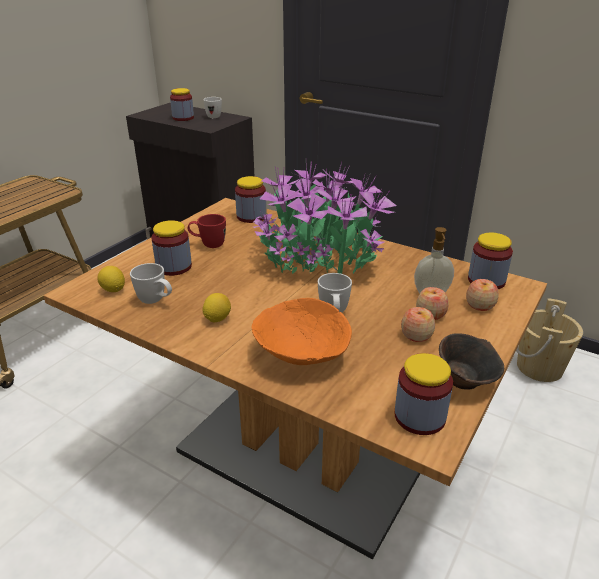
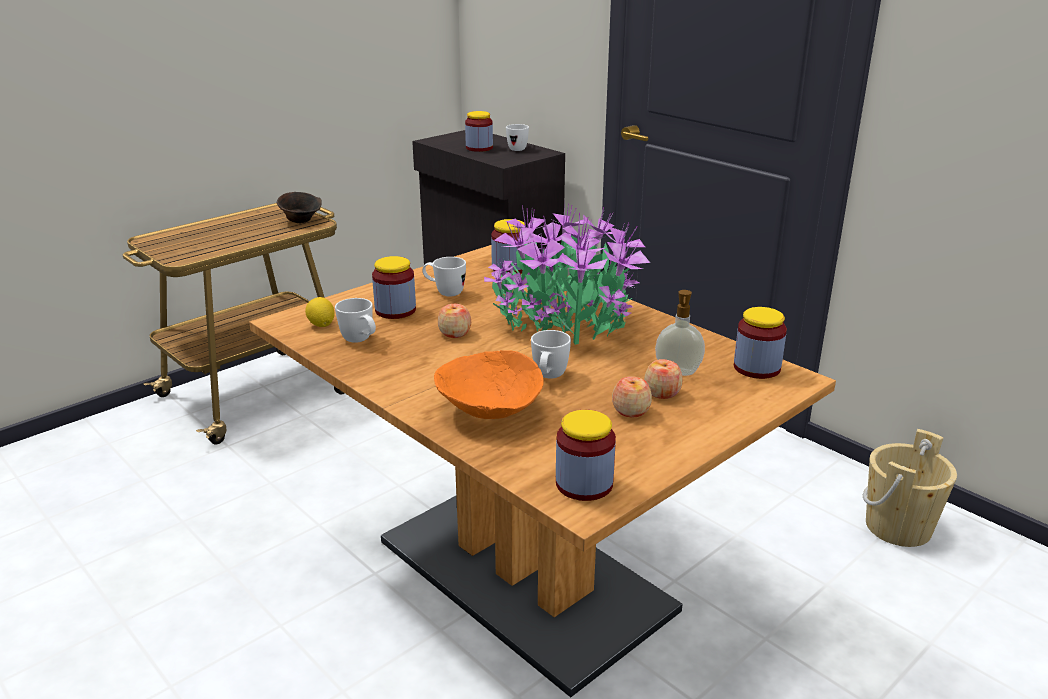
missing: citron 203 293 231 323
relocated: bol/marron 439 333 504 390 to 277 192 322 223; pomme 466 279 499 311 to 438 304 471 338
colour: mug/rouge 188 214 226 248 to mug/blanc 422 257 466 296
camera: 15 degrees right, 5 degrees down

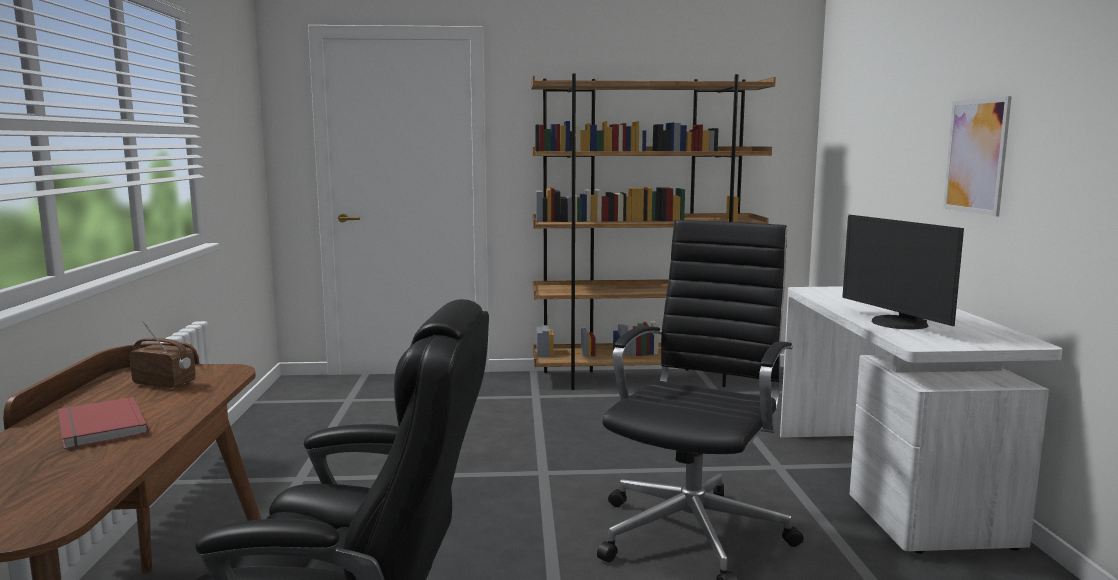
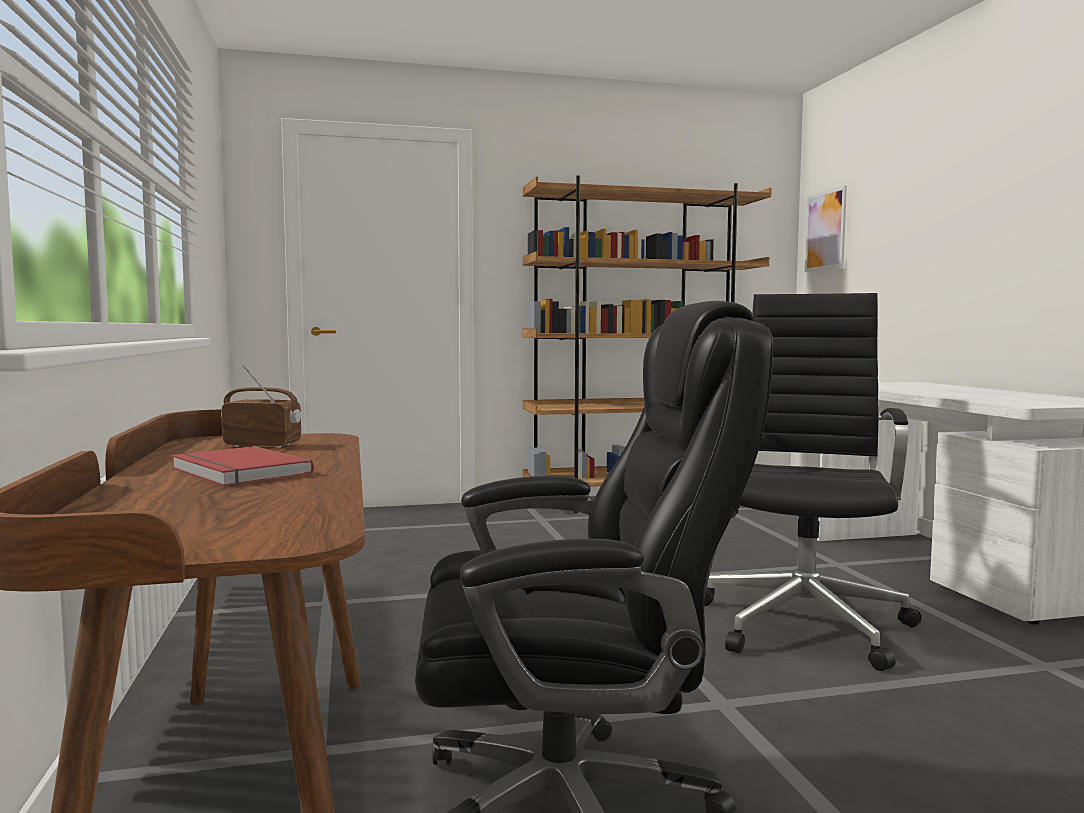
missing: écran d'ordinateur 843 215 964 329
relocated: tableau 943 96 1012 216 to 805 186 847 272
camera: 10 degrees left, 5 degrees down

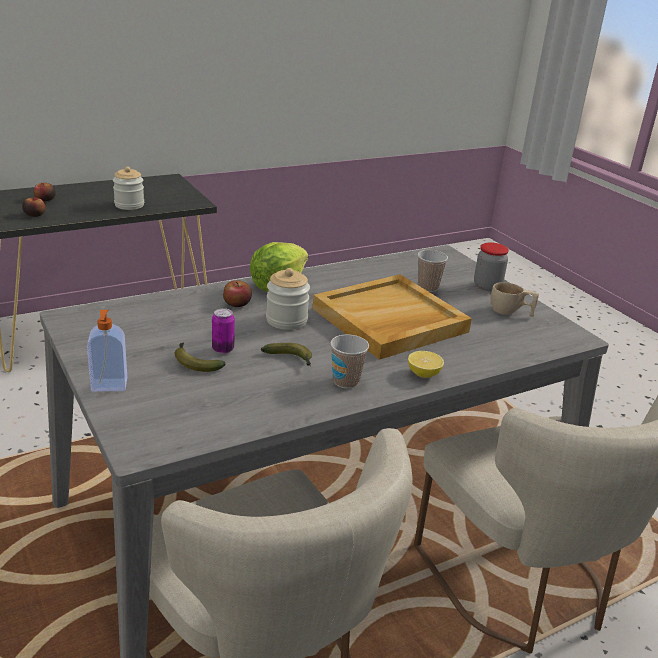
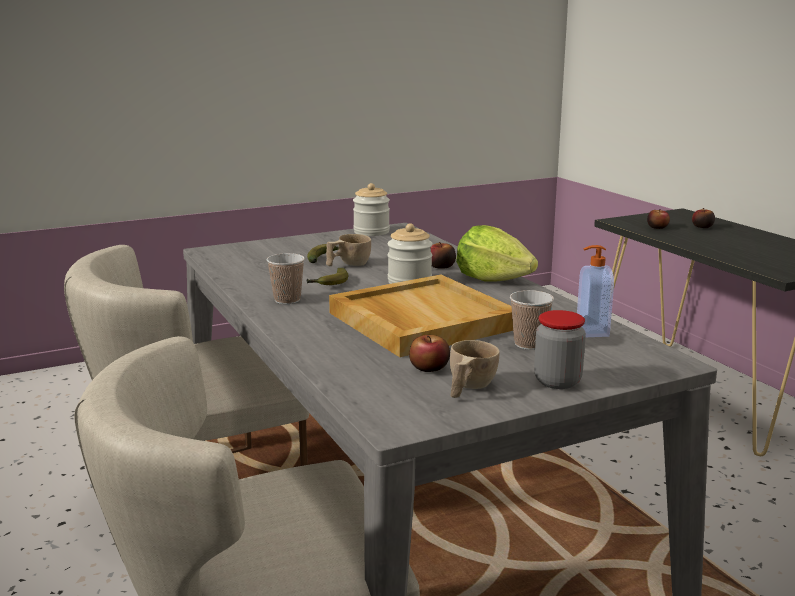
missing: citron 408 351 444 378
appeared: pomme 409 335 450 372
relocated: bocal 113 166 144 210 to 353 183 390 236; distributeur de savon 87 310 127 392 to 577 245 614 337
exchanged: boîte métallique 212 308 235 354 to tasse/beige 326 234 371 266
camera: 95 degrees right, 10 degrees down

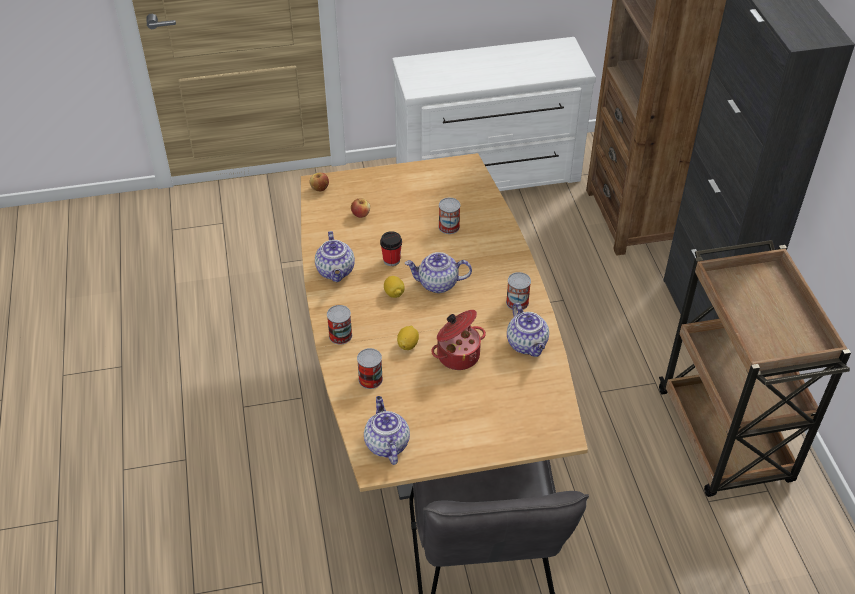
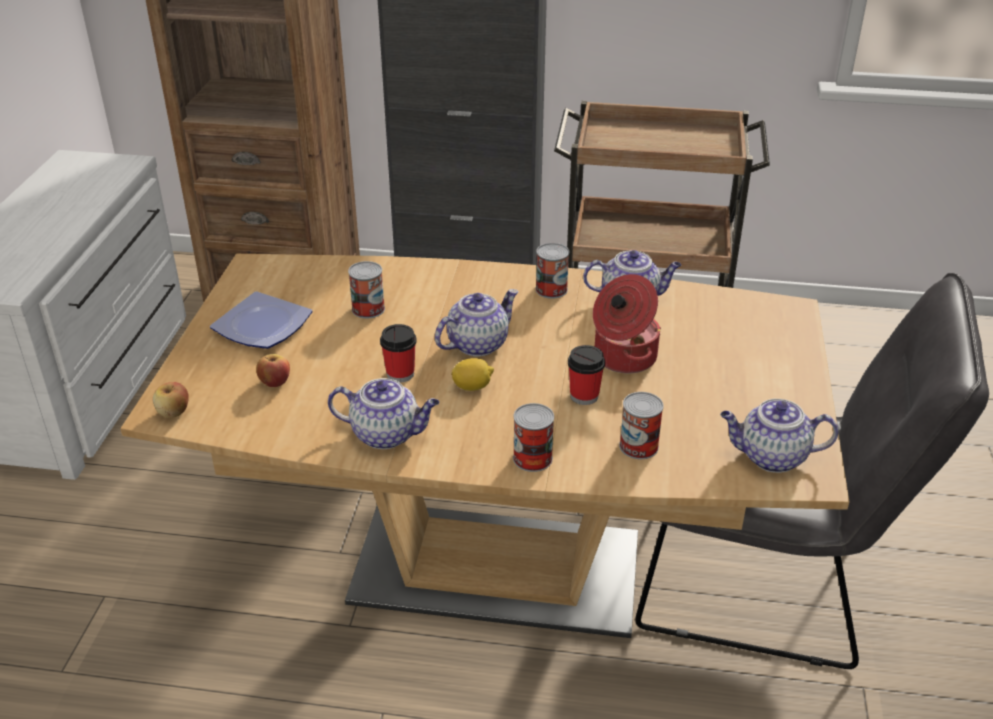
appeared: assiette 210 291 313 349
exchanged: citron 397 325 419 350 to tasse 568 345 605 405
spun: théière 405 252 472 293 = 435 289 519 357 150 degrees counterclockwise
camera: 70 degrees left, 10 degrees down

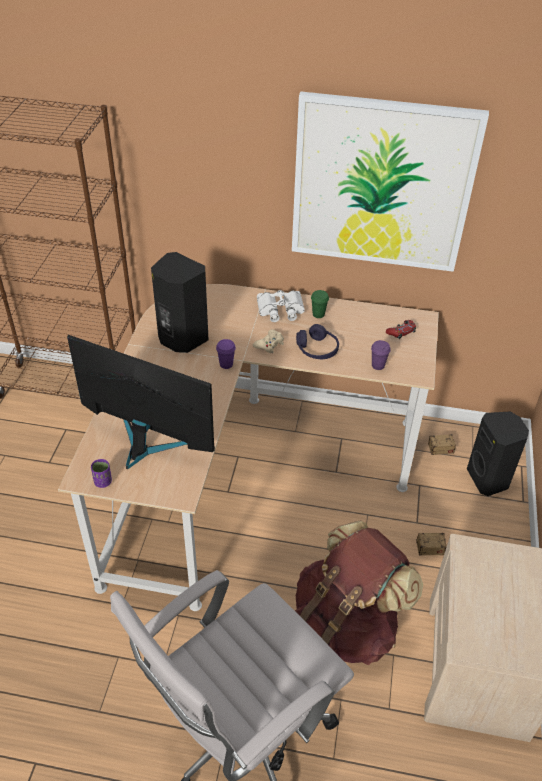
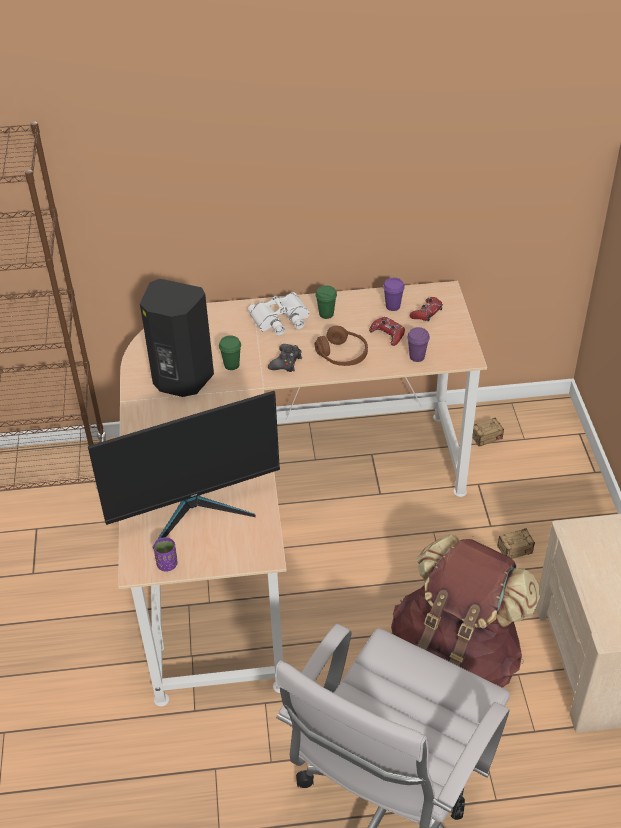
missing: tableau 292 91 489 272; enceinte/noir 467 411 529 496
appeared: tasse/vert 219 336 241 370; manette/rouge 369 317 405 346
relocated: tasse/violet 216 339 236 369 to 383 278 405 311
colour: manette/beige 253 329 284 353 to manette/noir 268 344 302 372; casque audio/violet 296 324 339 359 to casque audio/marron 315 326 368 366
spun: écran d'ordinateur 67 335 215 469 = 88 391 280 549 150 degrees clockwise
camera: 15 degrees left, 0 degrees up

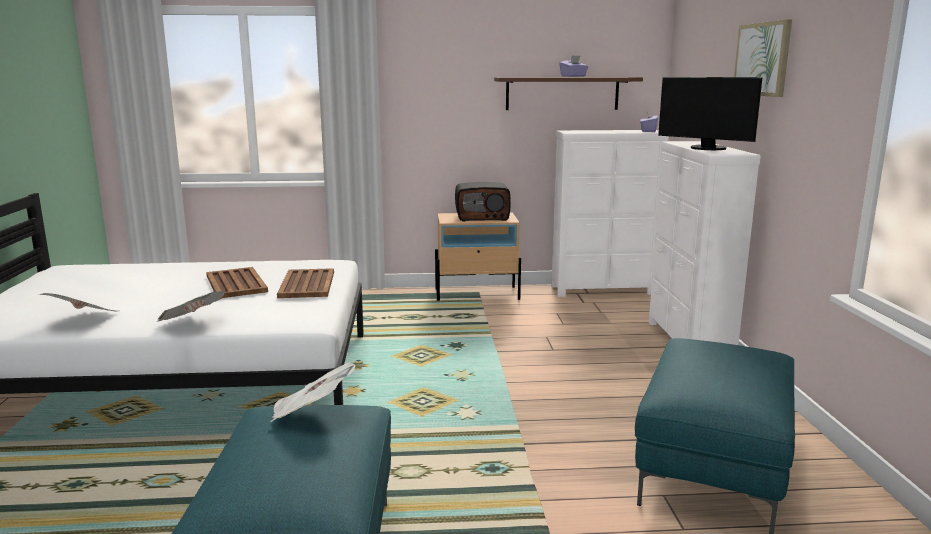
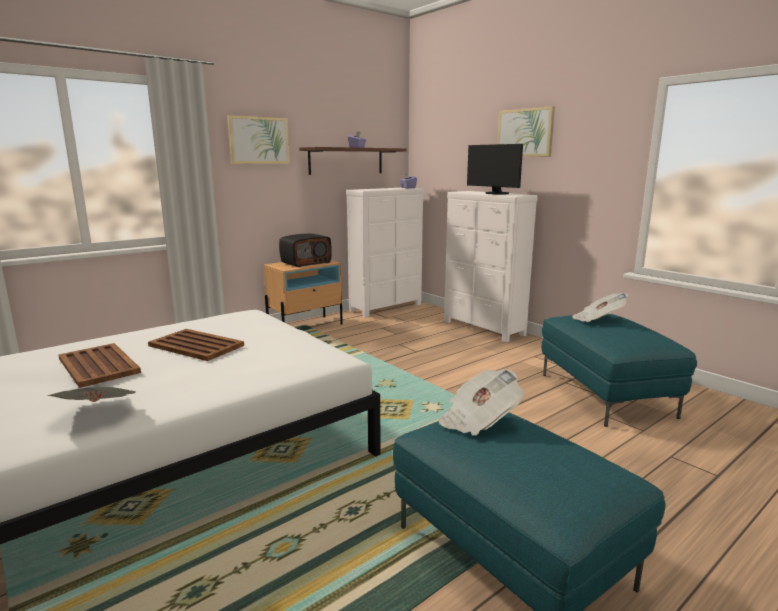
appeared: tableau 227 115 290 164
relocated: plateau/marron 277 268 334 298 to 59 343 141 388; journal 157 291 226 321 to 572 293 629 322
spun: écran d'ordinateur 658 77 762 150 = 467 144 523 195 45 degrees clockwise
camera: 35 degrees left, 0 degrees up

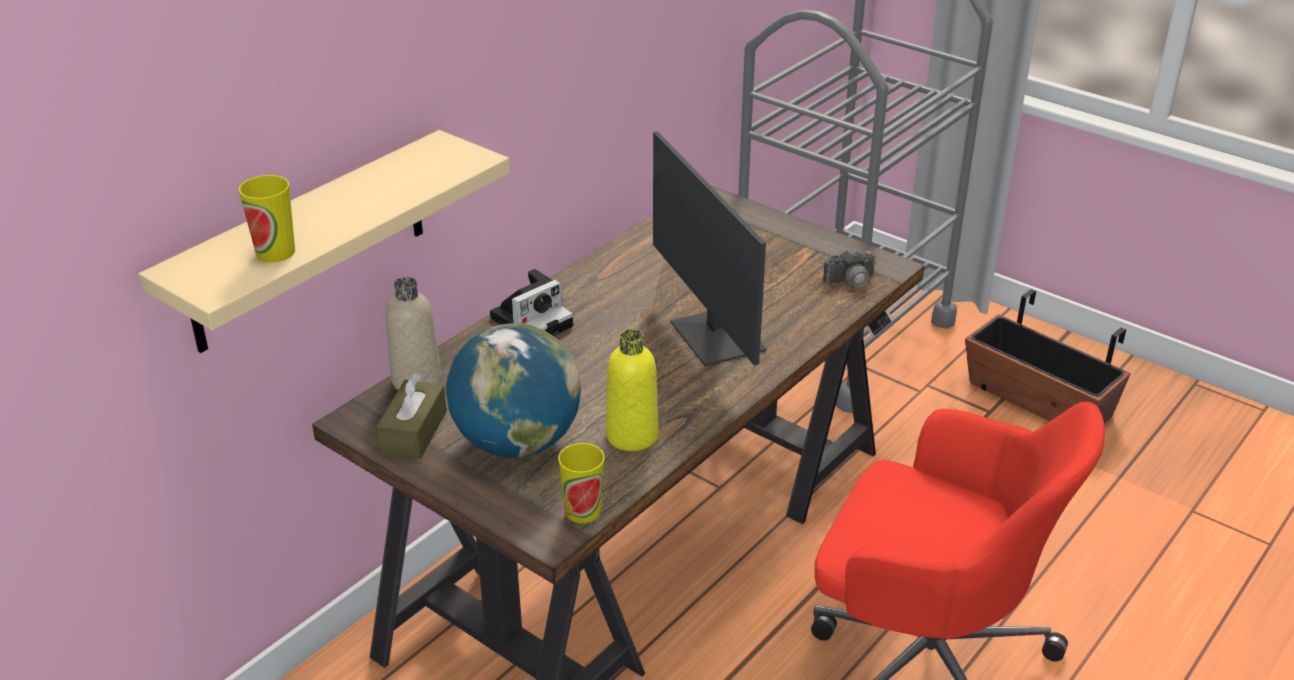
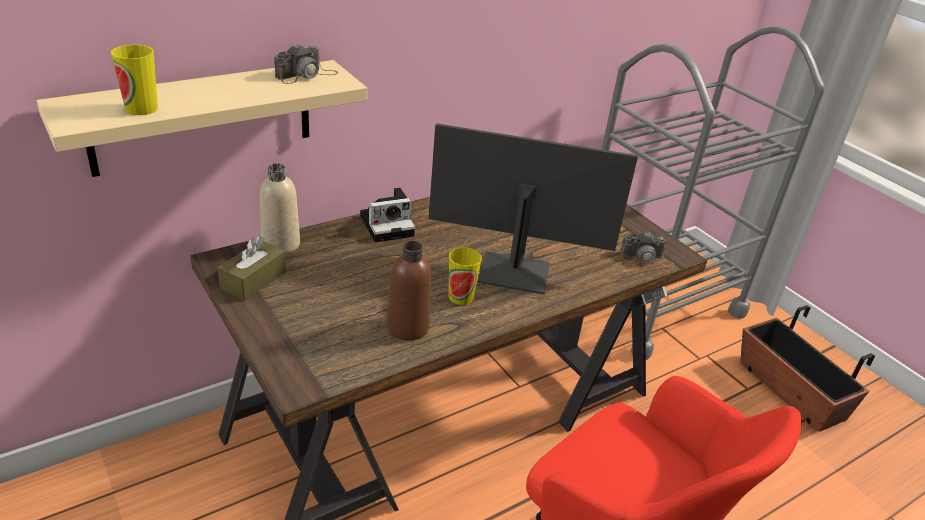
missing: globe 446 323 581 458
appeared: appareil photo 274 43 338 84
relocated: tasse 558 443 604 523 to 449 247 482 305
colour: bouteille/jaune 606 329 659 451 to bouteille/marron 387 241 431 341
spun: écran d'ordinateur 653 131 767 367 = 429 123 638 294 105 degrees clockwise
camera: 15 degrees right, 0 degrees up

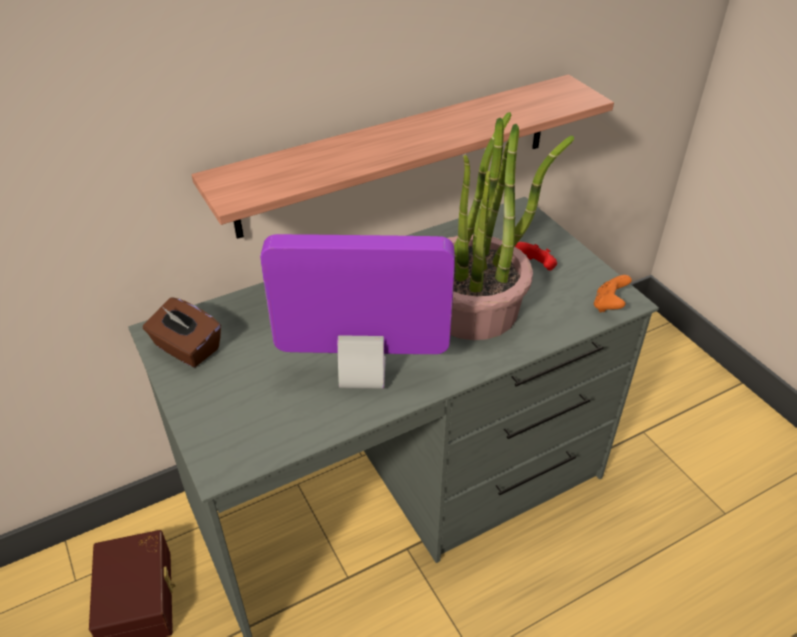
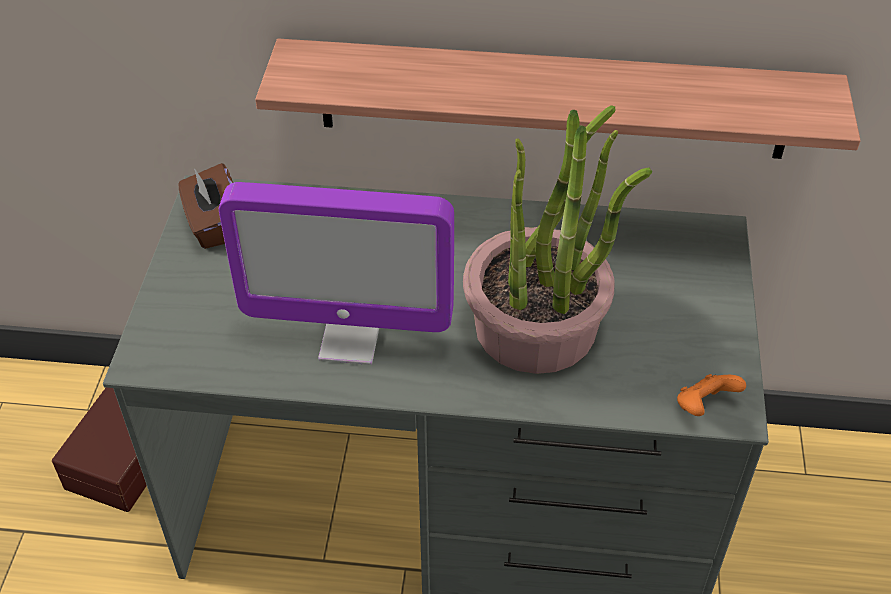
missing: manette/rouge 515 242 557 270
spun: écran d'ordinateur 260 234 455 389 = 219 182 454 365 150 degrees clockwise
camera: 35 degrees right, 5 degrees up

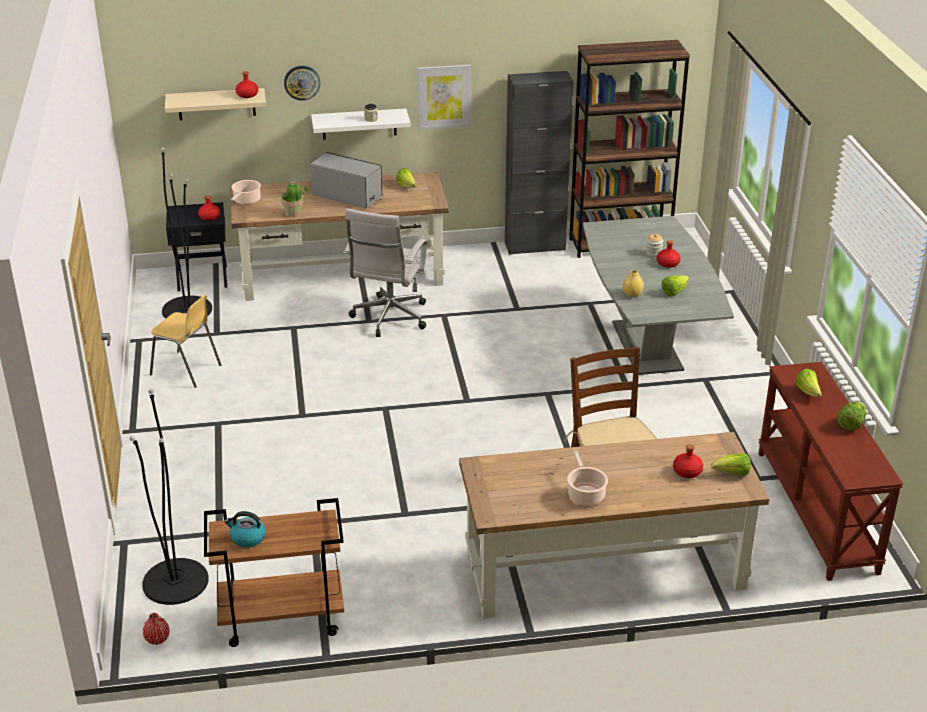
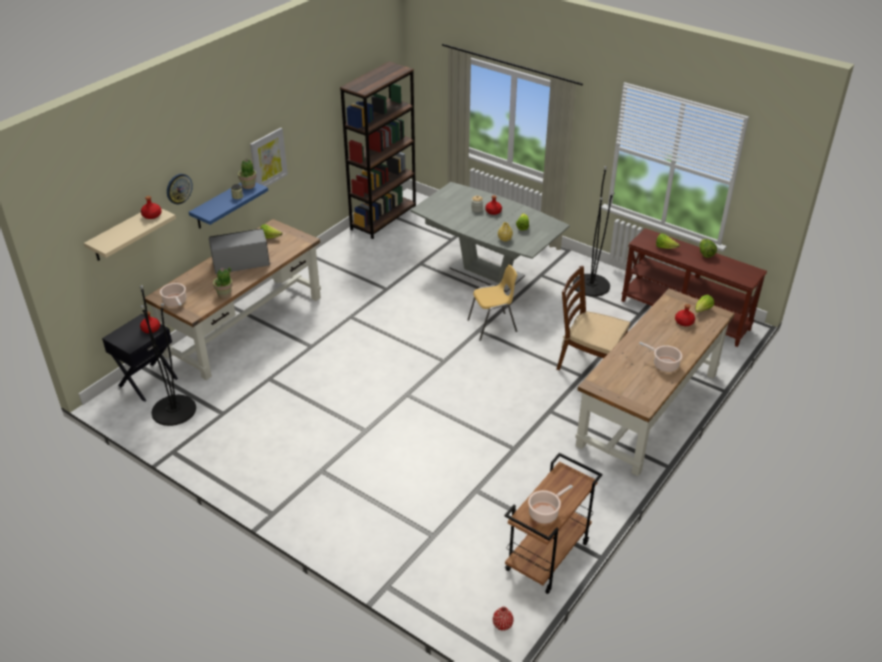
missing: chaise de bureau/blanc 344 208 428 337; meuble de rangement/noir 505 71 574 255
appeared: plante en pot 238 159 256 189
relocated: chaise/jaune 150 295 221 388 to 468 265 517 341; lampadaire/noir 130 389 209 605 to 573 166 615 297
exchanged: bouilloire 224 511 266 548 to marmite 528 485 573 524
colour: étagère/blanc 311 108 411 140 to étagère/bleu 189 182 268 229
camera: 45 degrees left, 5 degrees up

